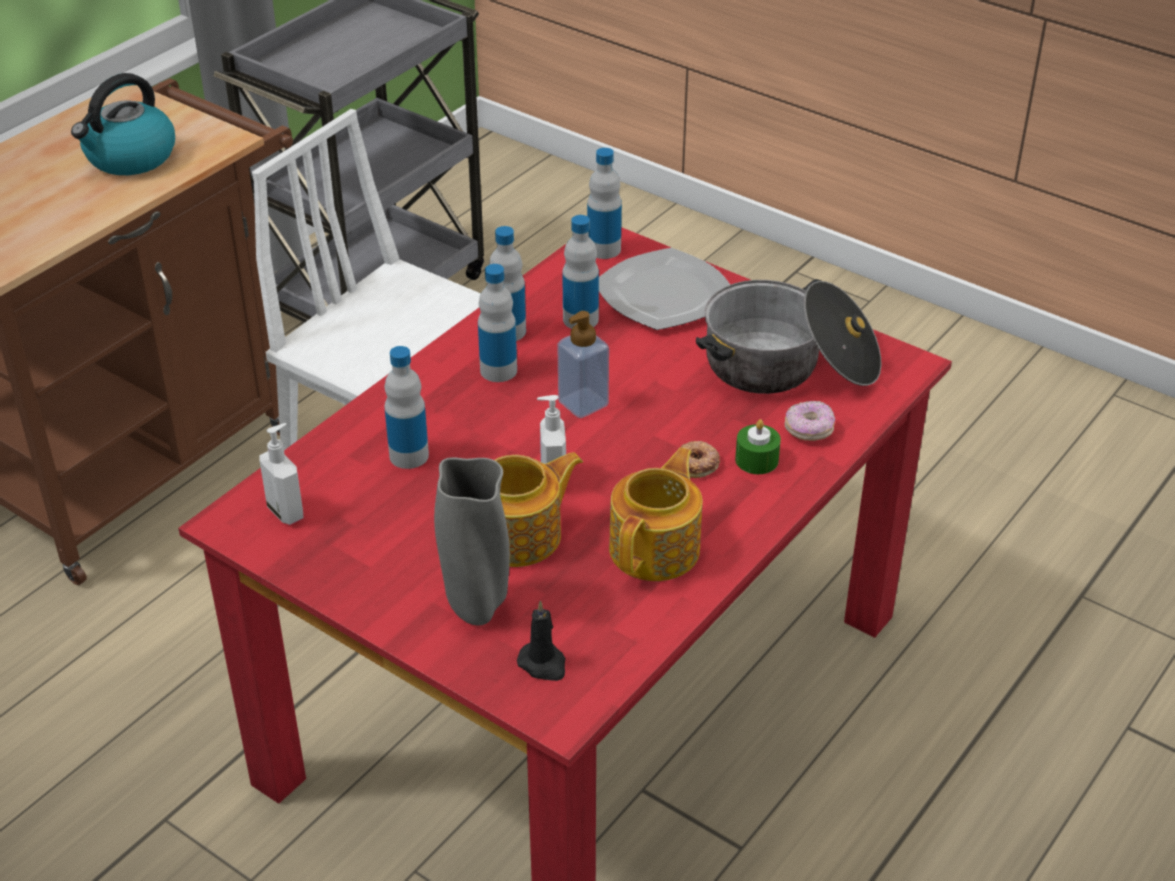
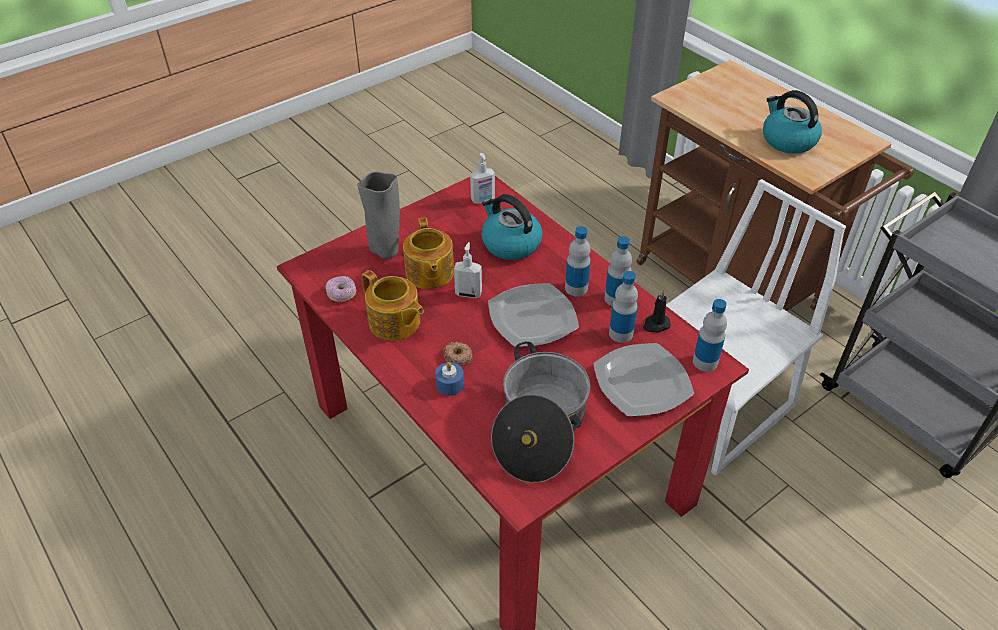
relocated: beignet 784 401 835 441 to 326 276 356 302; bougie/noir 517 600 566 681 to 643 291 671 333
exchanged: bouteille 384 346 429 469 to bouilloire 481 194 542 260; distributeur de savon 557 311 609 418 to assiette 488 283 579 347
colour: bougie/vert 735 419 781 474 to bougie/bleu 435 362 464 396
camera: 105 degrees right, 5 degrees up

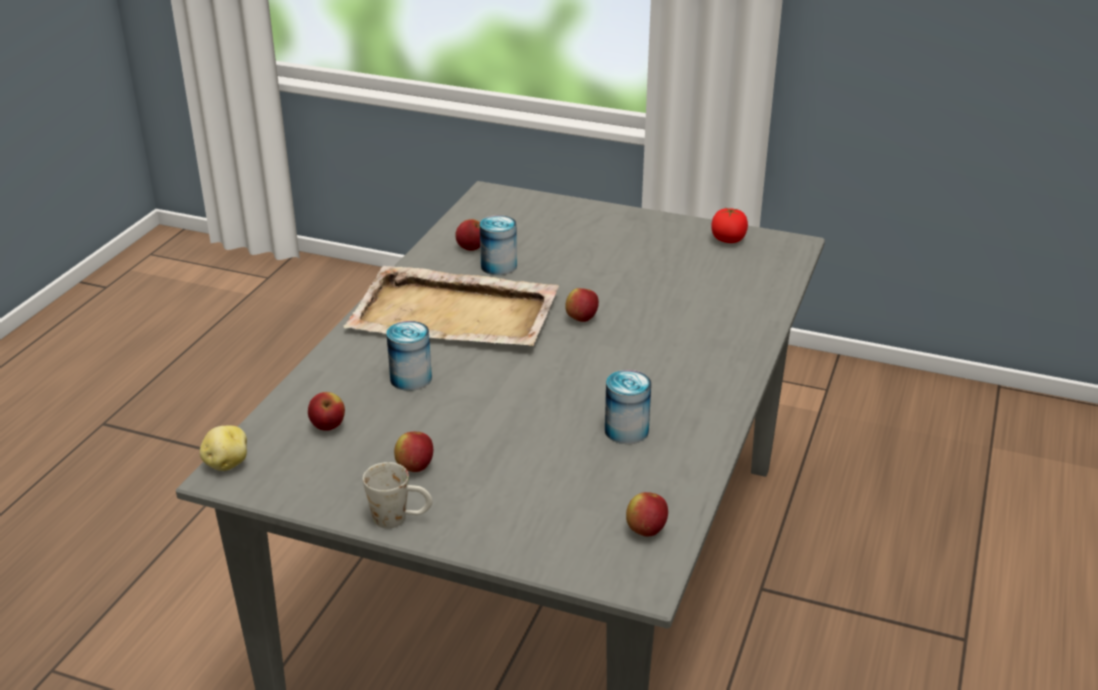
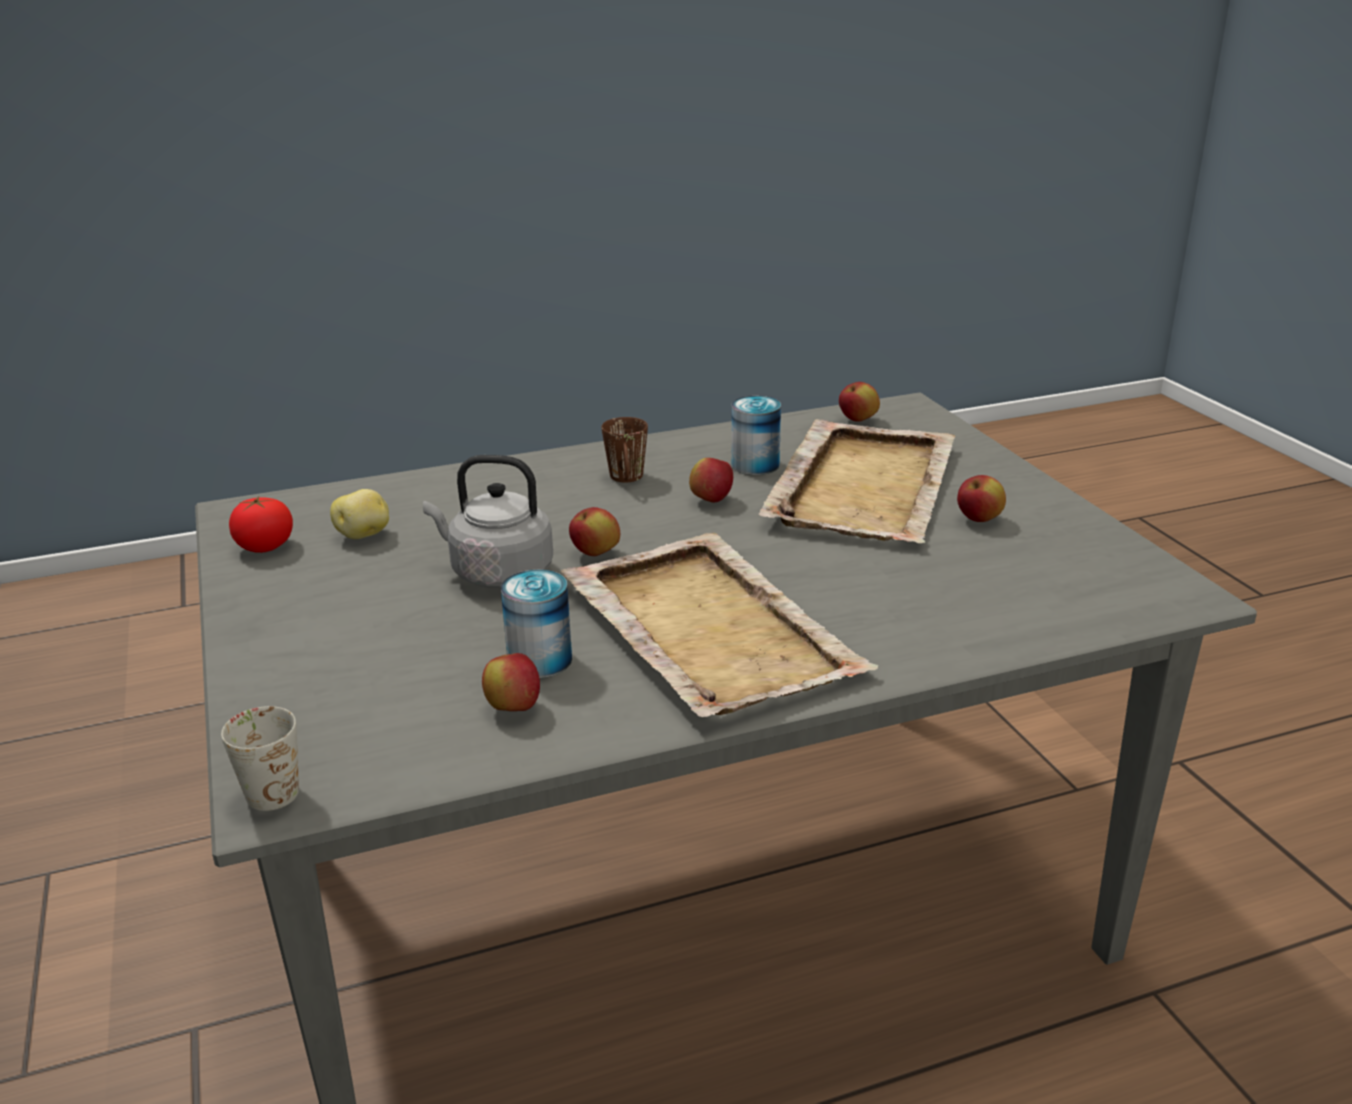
missing: boîte métallique 386 321 432 391
appeared: bouilloire/gris 423 455 553 588; mug/marron 602 417 648 482; plateau/beige 759 419 955 543
relocated: mug/blanc 363 462 432 528 to 221 706 299 811; pomme de terre 200 426 247 471 to 330 489 389 539; pomme 308 392 345 431 to 689 458 733 502
camera: 130 degrees left, 5 degrees down

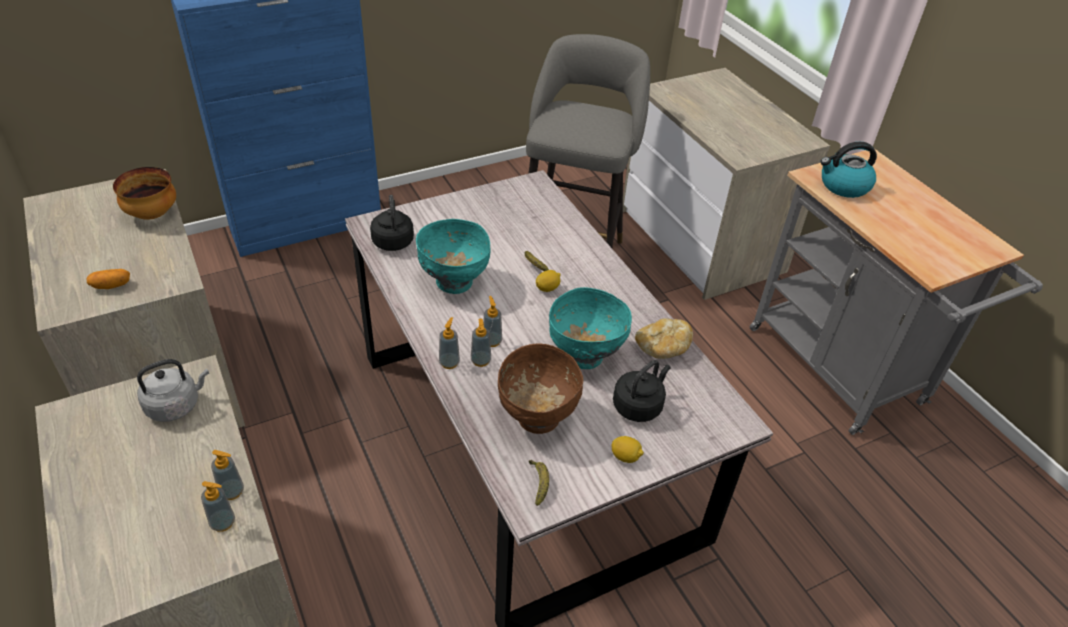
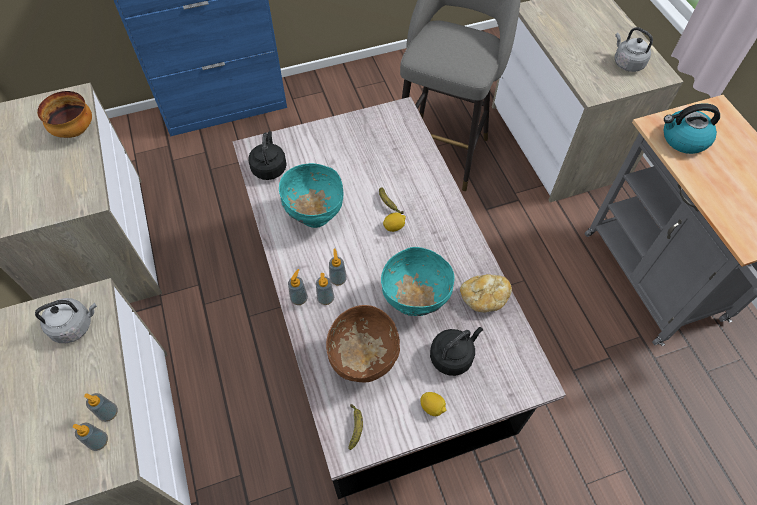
missing: pomme de terre 87 269 130 289
appeared: bouilloire/gris 614 27 653 72
camera: 10 degrees right, 15 degrees up

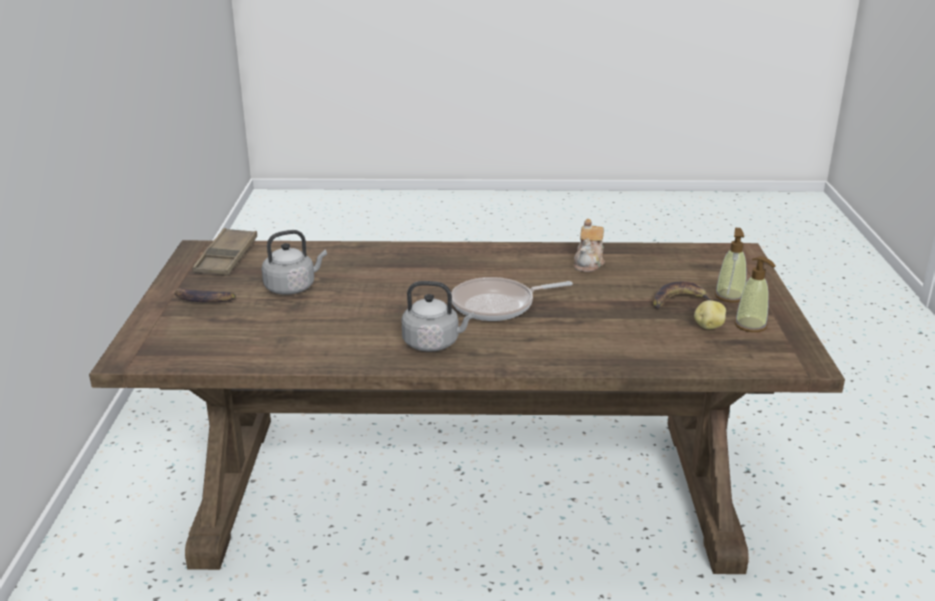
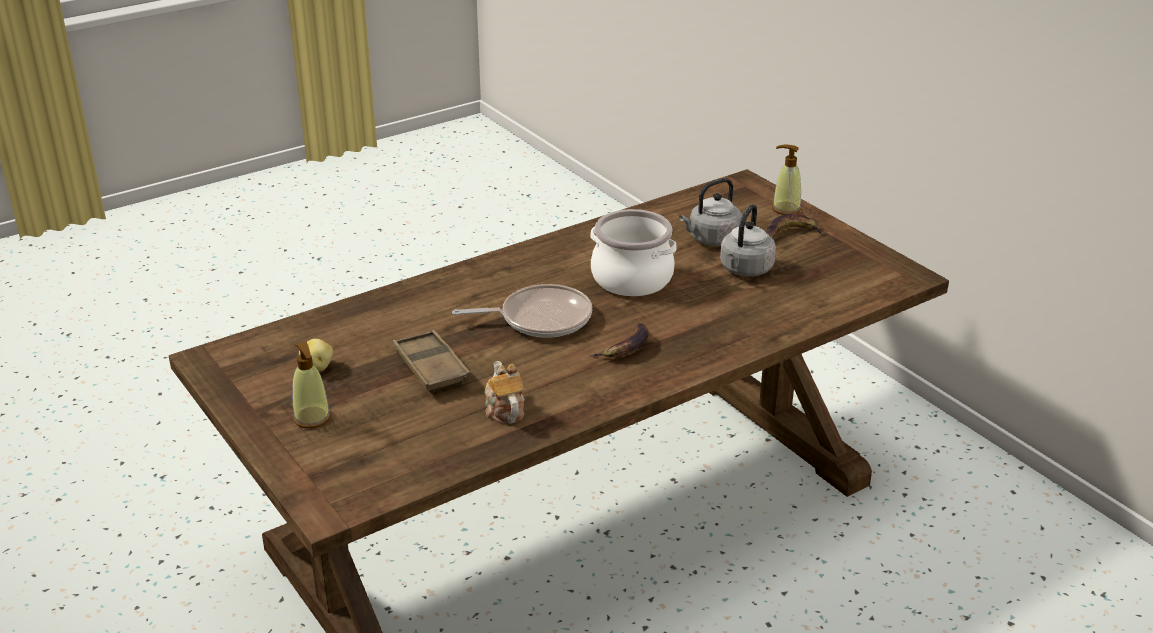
appeared: marmite 590 209 677 296
relocated: plateau/marron 192 228 257 276 to 393 329 471 392; banane 652 281 710 309 to 589 323 649 357; bouilloire/gris 402 281 474 352 to 679 178 742 246; distributeur de savon 734 256 776 332 to 772 145 801 215
spun: poêle 451 277 573 321 = 452 284 592 338 45 degrees clockwise
camera: 145 degrees right, 5 degrees up

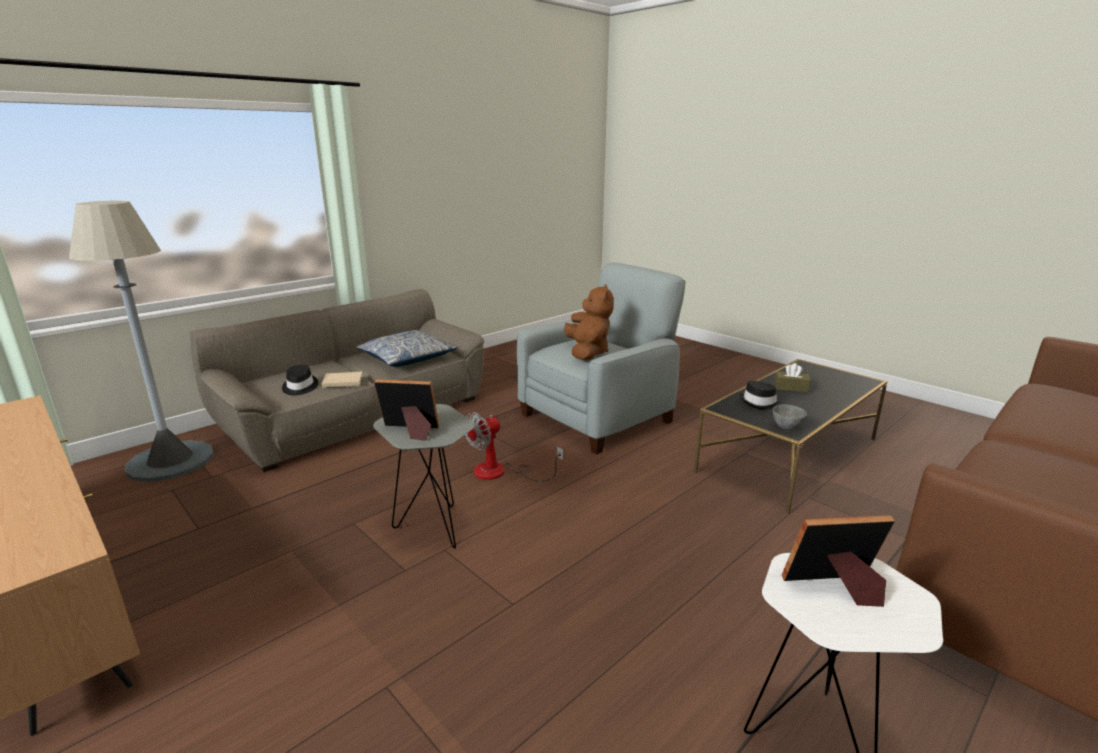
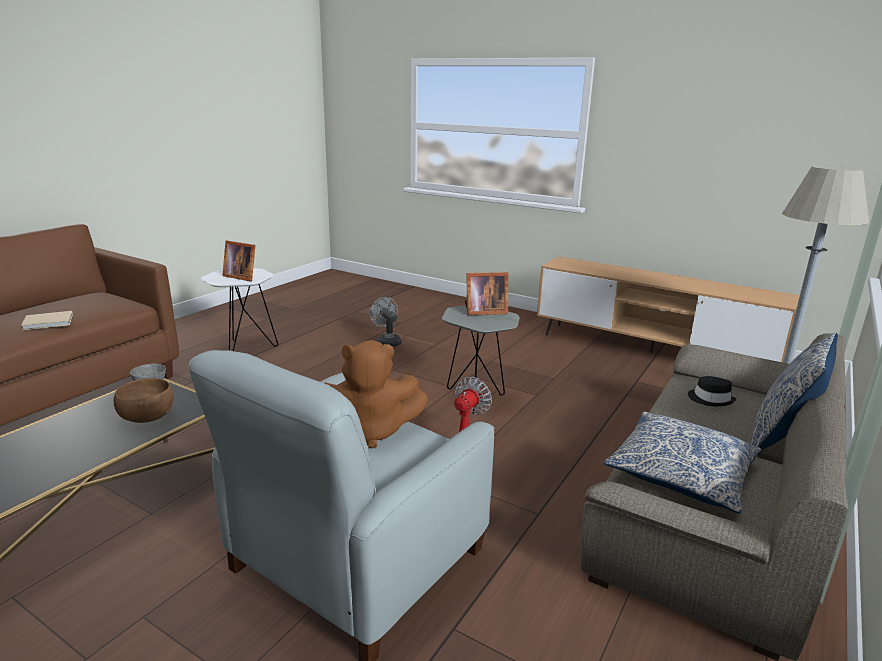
missing: boîte à mouchoirs/marron 775 363 811 393
appeared: ventilateur/gris 370 297 401 347; coussin 751 332 838 450
relocated: livre/beige 321 372 363 388 to 21 311 73 330
exchanged: chapeau/noir 739 381 782 410 to bol/marron 114 378 174 423
spun: cadre photo 782 515 895 607 = 222 241 255 281 45 degrees clockwise; peluche/marron 564 284 613 361 = 324 340 428 448 75 degrees counterclockwise
camera: 165 degrees right, 0 degrees up

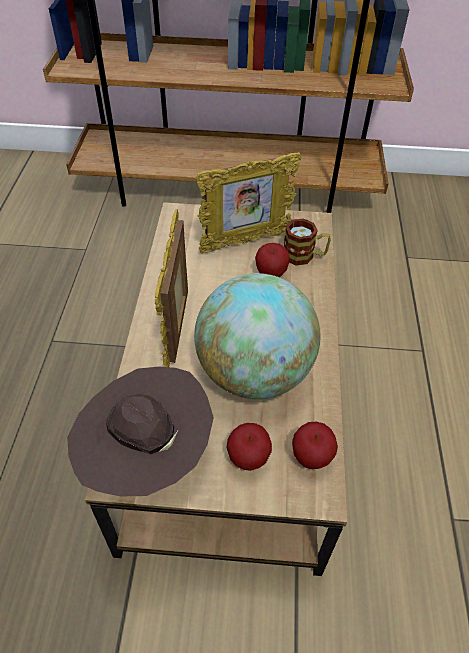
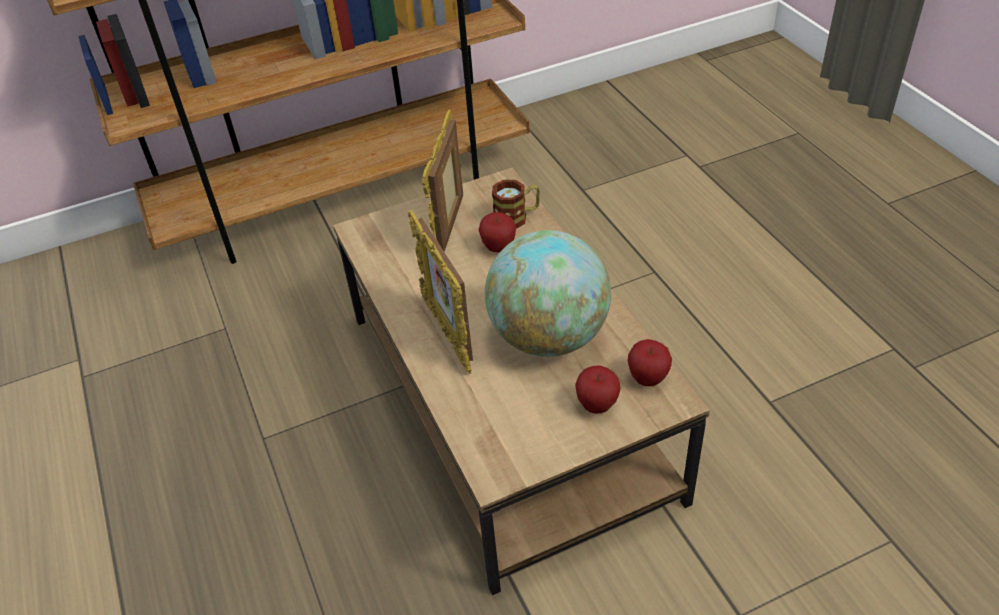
missing: chapeau/marron 67 367 214 496
spun: cadre photo 196 152 301 253 = 422 110 463 252 150 degrees clockwise
camera: 25 degrees left, 5 degrees down

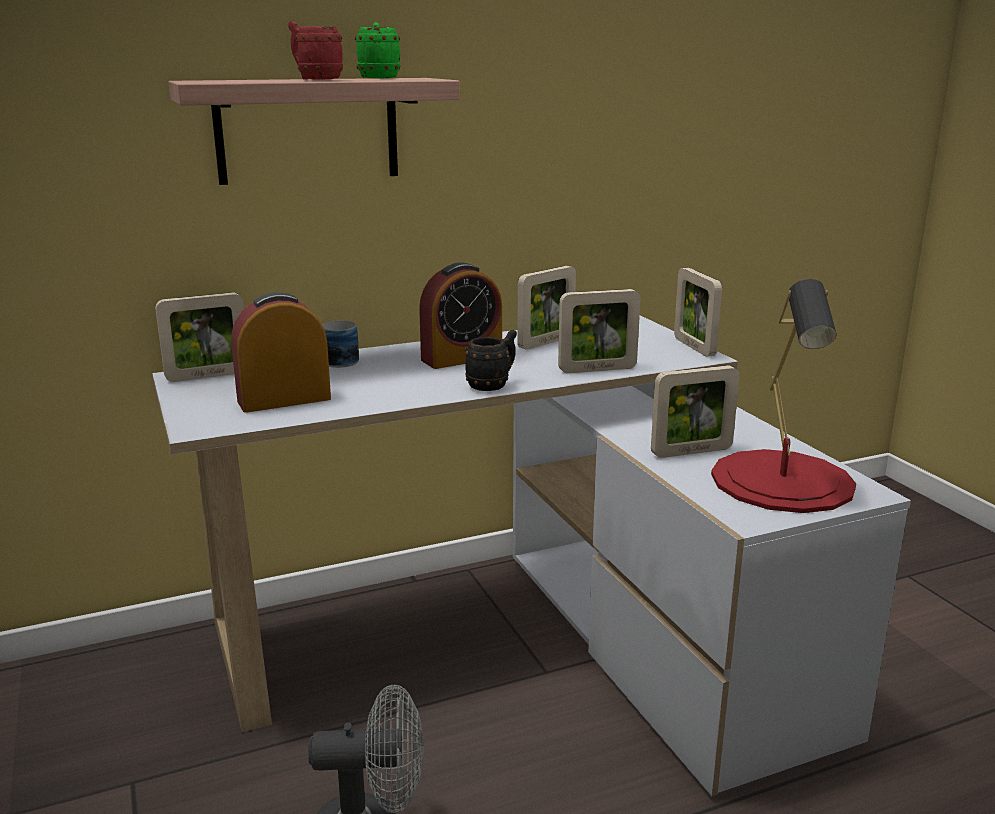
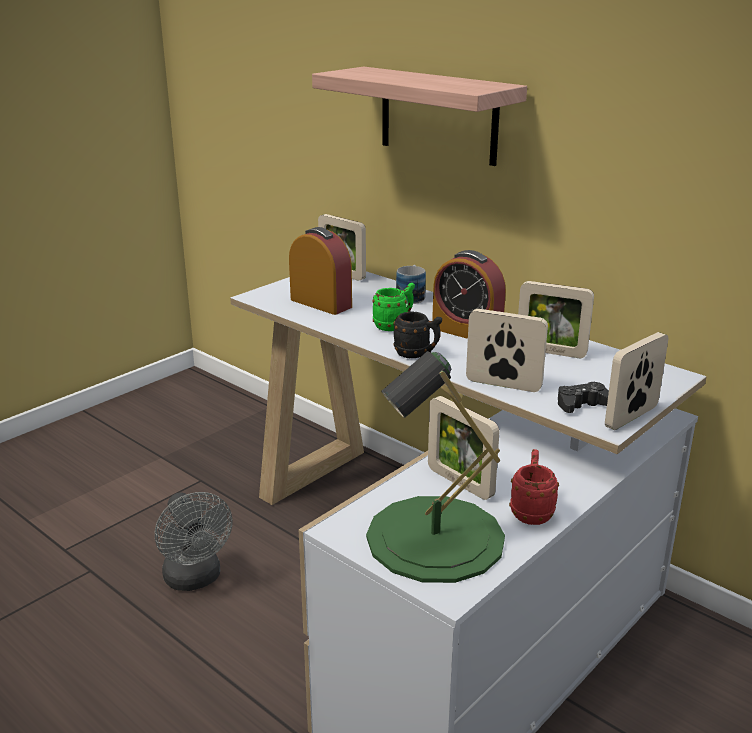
appeared: manette/noir 558 382 609 413
relocated: mug/vert 355 22 401 78 to 372 283 415 331; mug/rouge 288 21 343 80 to 509 449 559 525
colour: lampe de table/rouge 711 279 856 513 to lampe de table/vert 366 351 505 583
spun: cadre photo 558 289 641 373 = 466 309 548 392 150 degrees clockwise
camera: 65 degrees right, 5 degrees up

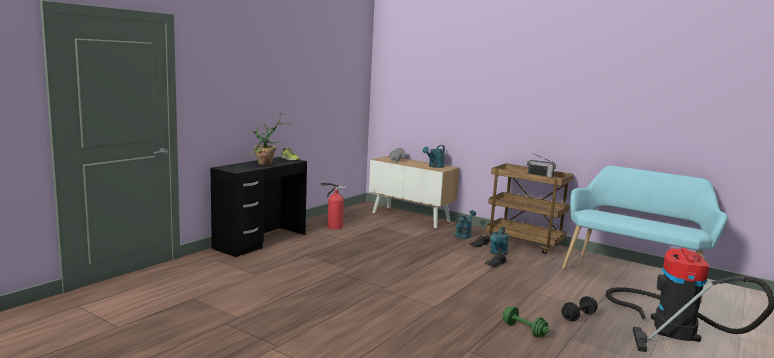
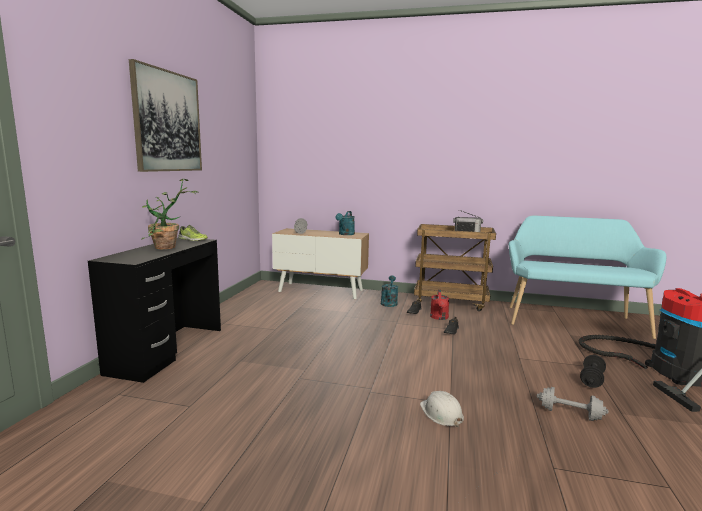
missing: extincteur 321 183 346 229
appeared: tableau 129 59 202 172; casque de chantier/blanc 420 391 464 427
colour: arrosoir/turquoise 490 227 509 255 to arrosoir/rouge 430 290 449 320; haltère/vert 503 307 549 337 to haltère/gris 537 387 609 421
camera: 20 degrees left, 0 degrees up

